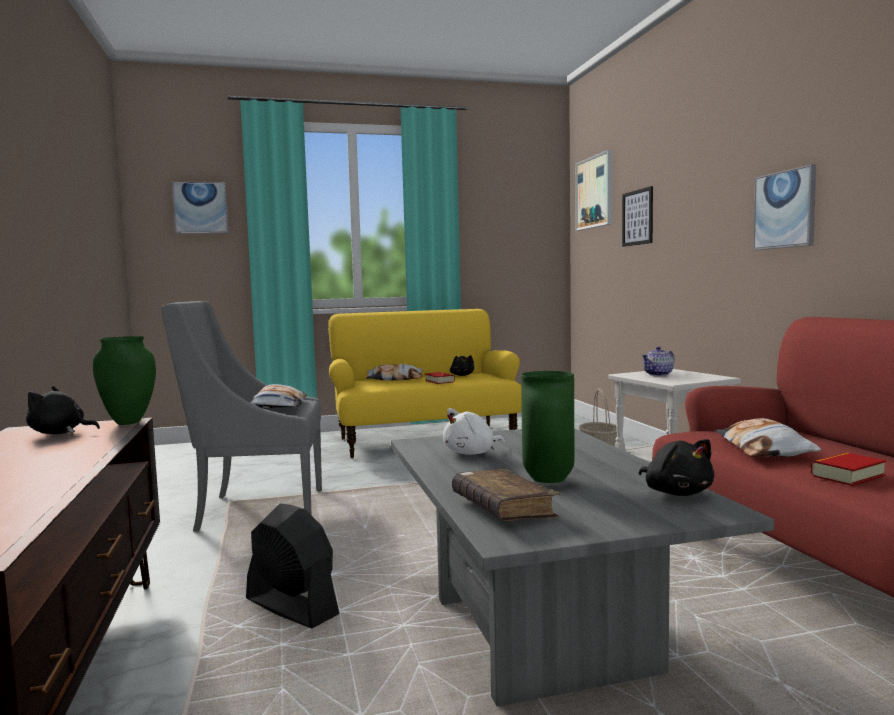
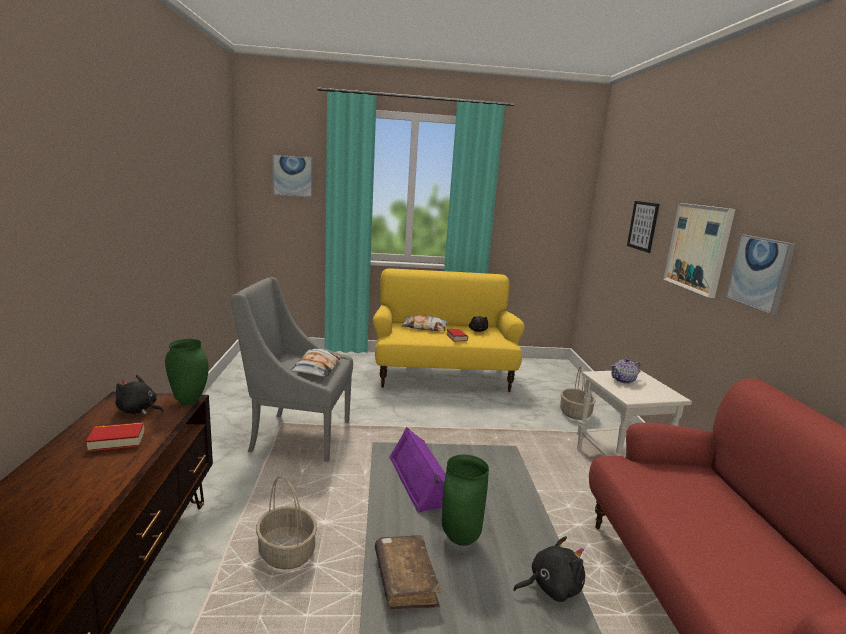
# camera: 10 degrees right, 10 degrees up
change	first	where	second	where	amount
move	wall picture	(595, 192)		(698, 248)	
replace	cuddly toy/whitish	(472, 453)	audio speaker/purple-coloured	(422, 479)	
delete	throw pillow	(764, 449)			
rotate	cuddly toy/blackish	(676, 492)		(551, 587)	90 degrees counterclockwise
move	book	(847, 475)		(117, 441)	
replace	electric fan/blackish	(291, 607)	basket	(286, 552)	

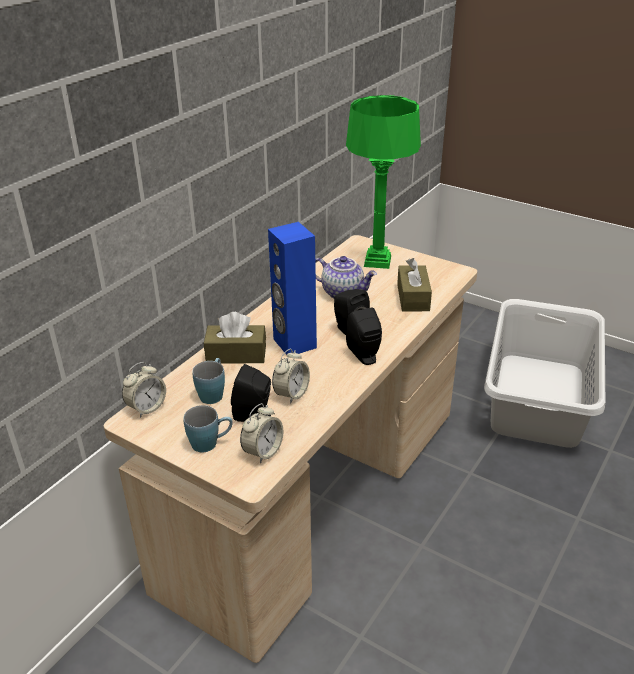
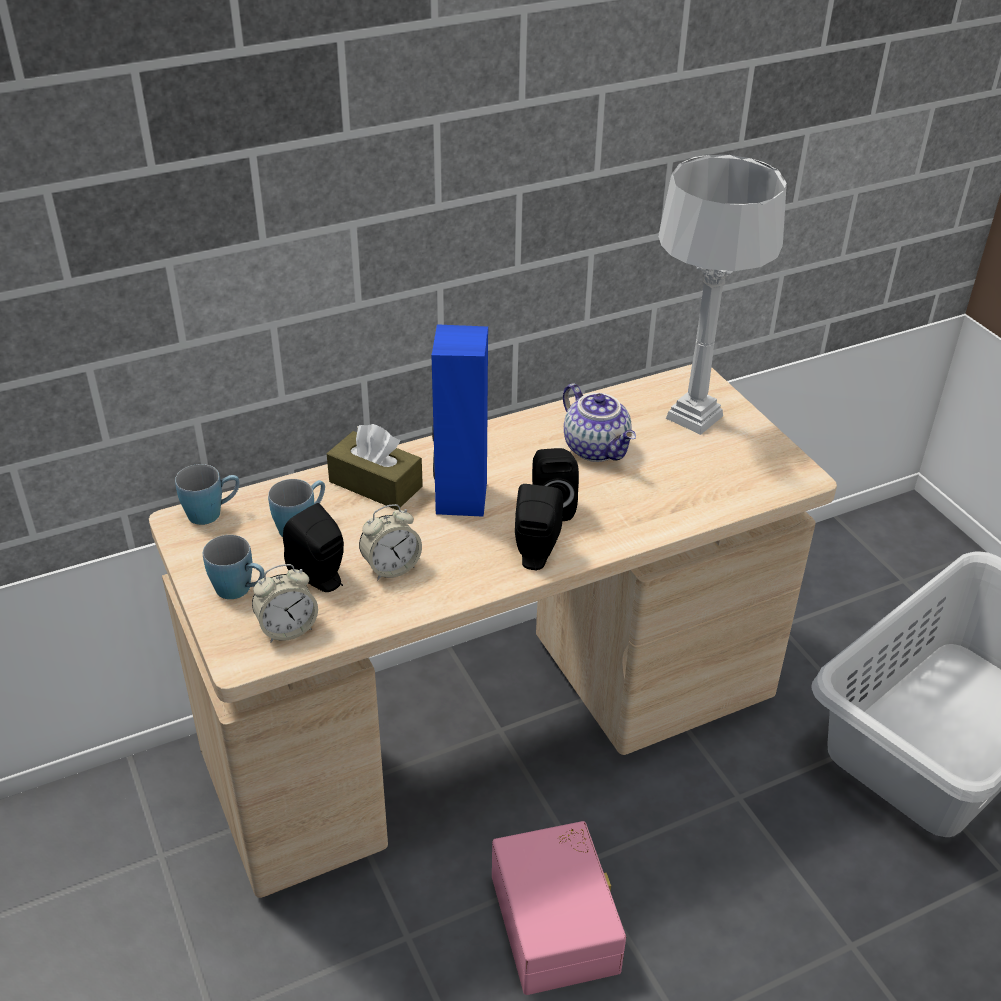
# camera: 30 degrees right, 5 degrees up
change	first	where	second	where	amount
recolor	tabletop lamp/greenish	(378, 261)	tabletop lamp/grey	(695, 417)	
delete	tissue holder/brown	(413, 297)			
replace	table clock	(146, 407)	mug/blue-coloured	(212, 512)	
insert			storage box/pinkish	(558, 921)	

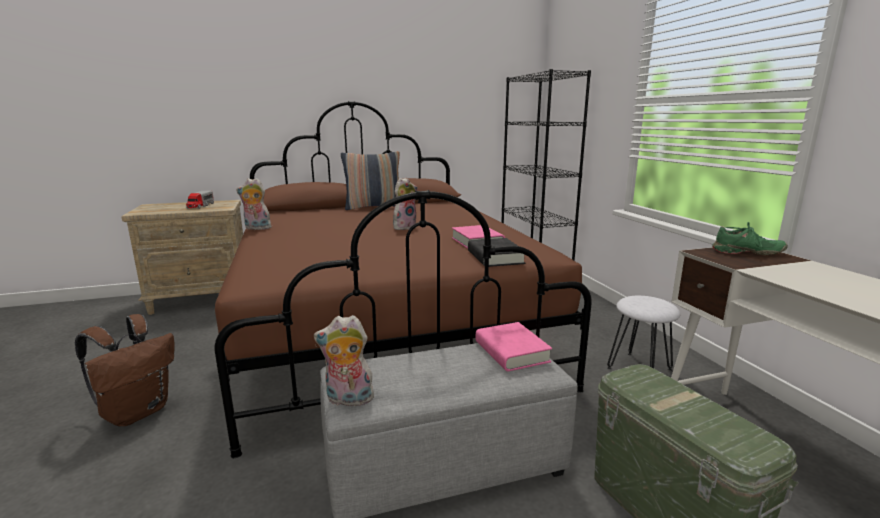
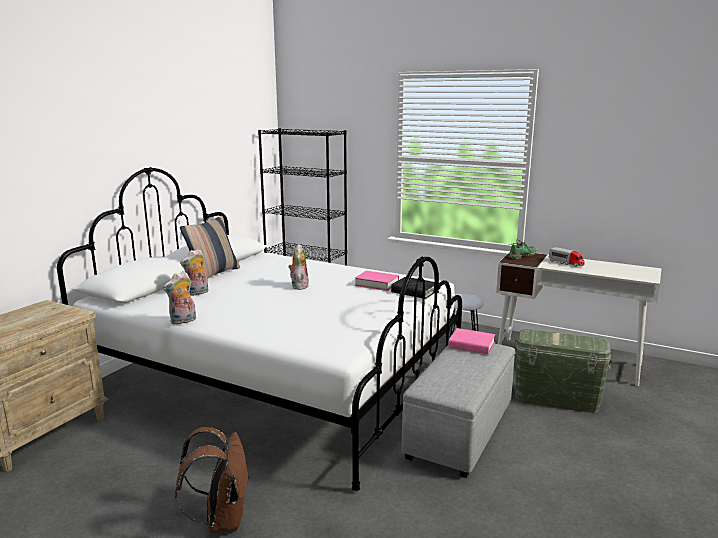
# camera: 45 degrees left, 0 degrees up
change	first	where	second	where	amount
recolor	sleeping bed/brown	(384, 325)	sleeping bed/whitish	(277, 379)	
move	model truck	(200, 206)		(566, 263)	
move	cuddly toy	(348, 400)		(197, 293)	

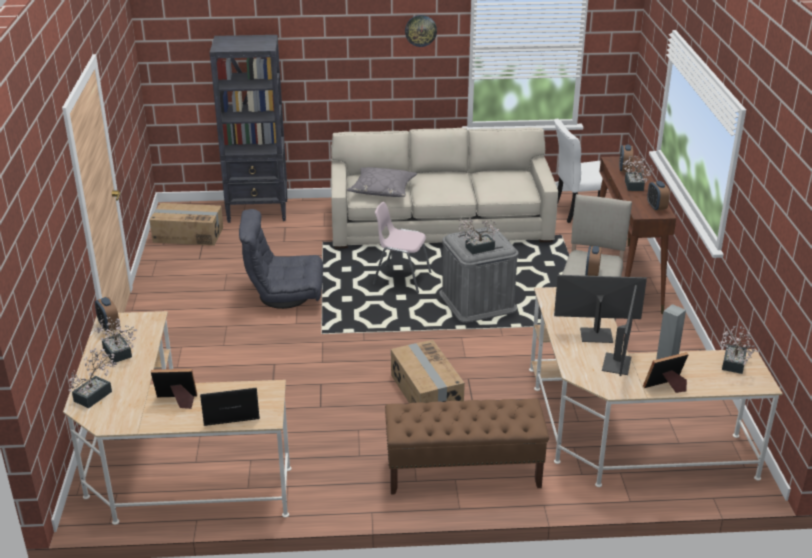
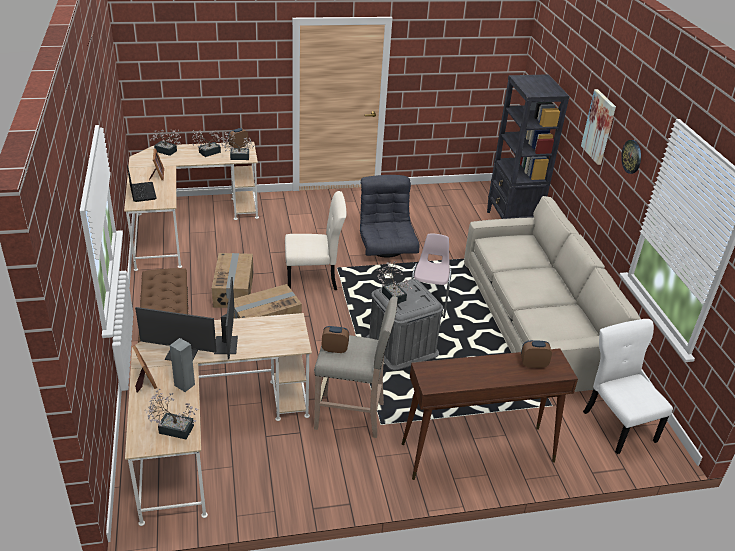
# camera: 80 degrees right, 5 degrees up
change	first	where	second	where	amount
move	potted plant	(634, 187)		(237, 157)	
delete	throw pillow/grey	(382, 189)			
delete	table clock	(656, 207)			
move	carton	(188, 235)		(234, 289)	
insert			wall picture	(599, 127)	
insert			chair/sand-coloured	(314, 279)	

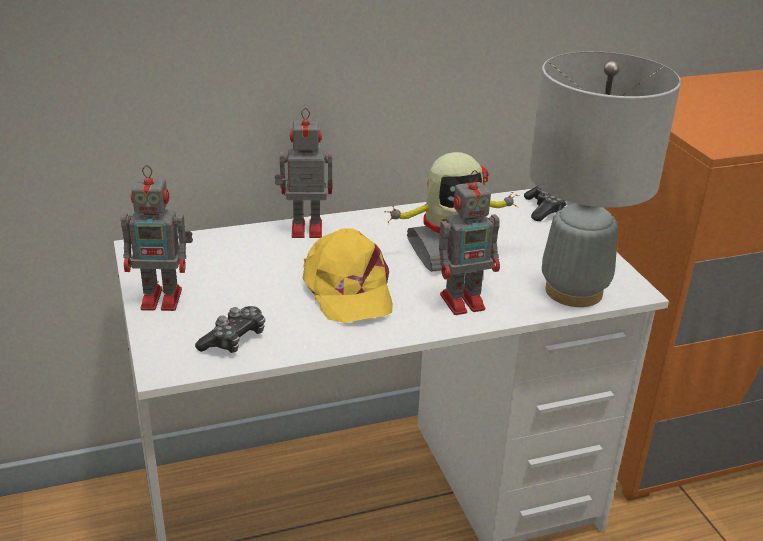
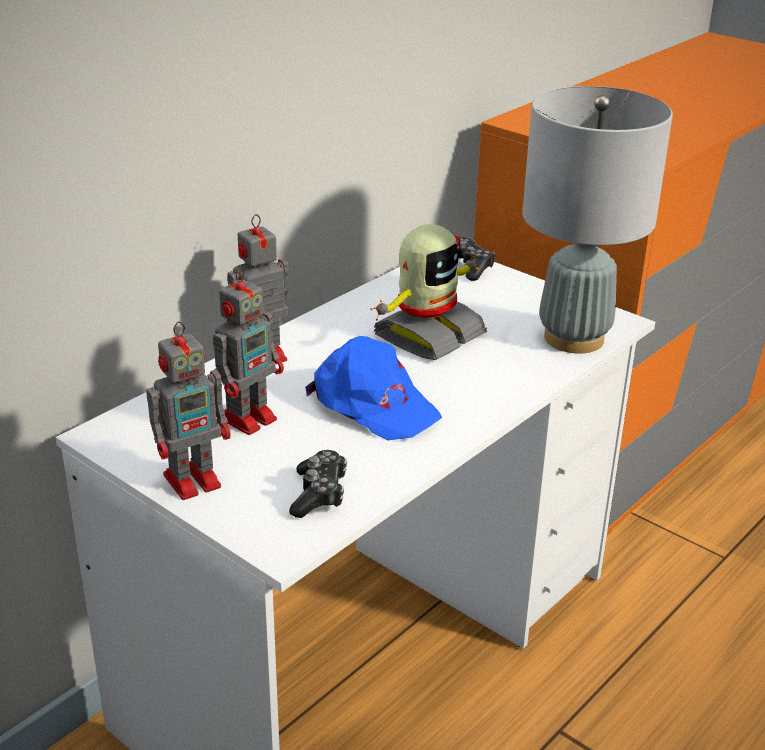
# camera: 30 degrees left, 0 degrees up
change	first	where	second	where	amount
move	model robot	(464, 301)		(249, 417)	
recolor	peaked cap/yellow	(347, 289)	peaked cap/blue-coloured	(373, 404)	

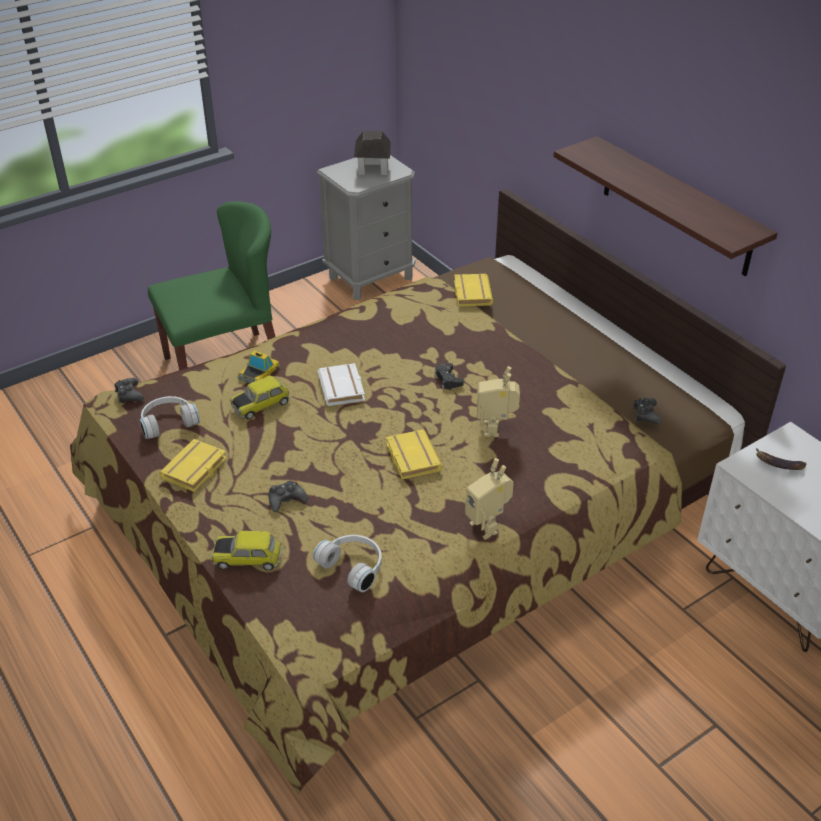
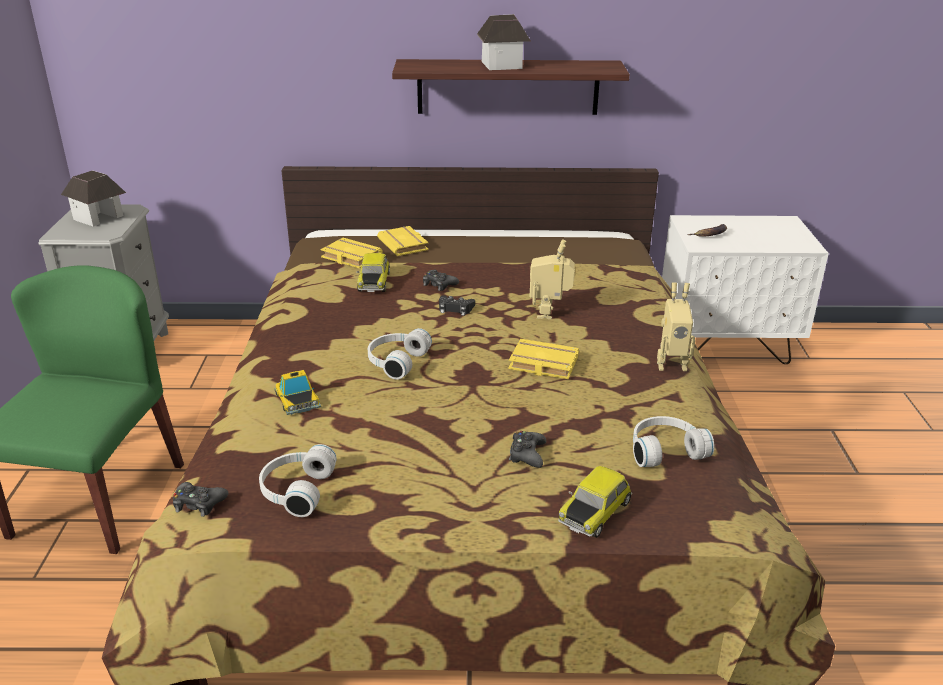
# camera: 55 degrees left, 10 degrees down
change	first	where	second	where	amount
replace	book/whitish	(343, 389)	headphones/whitish	(395, 361)	
rotate	model robot	(496, 429)		(550, 313)	60 degrees clockwise
move	toy car	(260, 404)		(373, 282)	
move	gamepad/blackish	(645, 414)		(439, 284)	
move	book/yellow	(195, 470)		(405, 245)	
insert			toy house	(502, 65)	

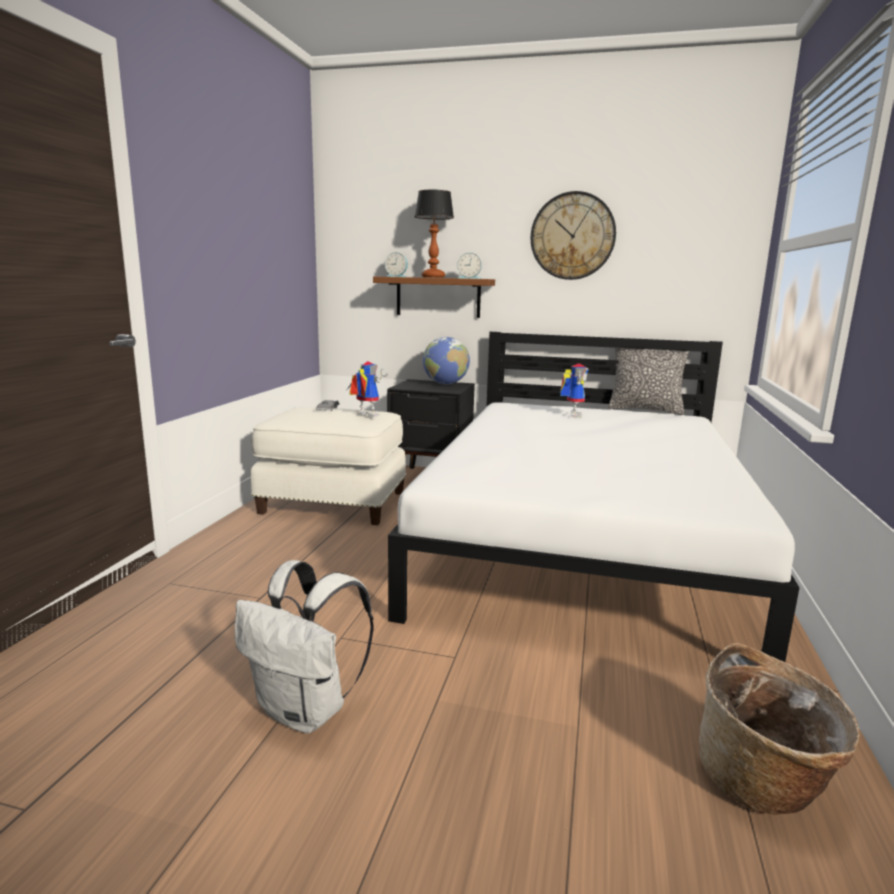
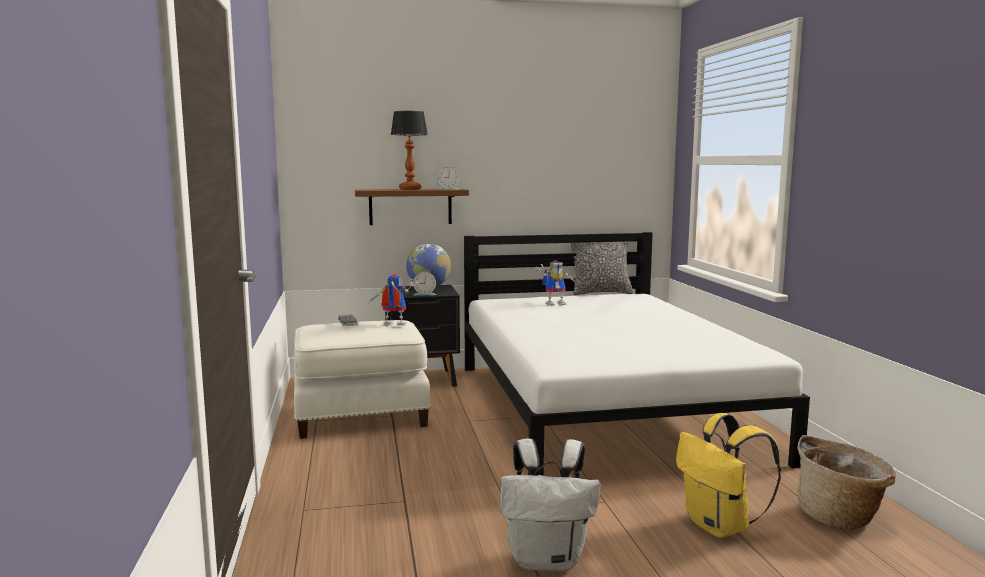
# camera: 25 degrees left, 5 degrees down
change	first	where	second	where	amount
delete	wall clock	(572, 236)			
move	table clock	(397, 276)		(424, 294)	
rotate	model robot	(571, 415)		(556, 303)	90 degrees clockwise
insert			rucksack/yellow	(720, 527)	

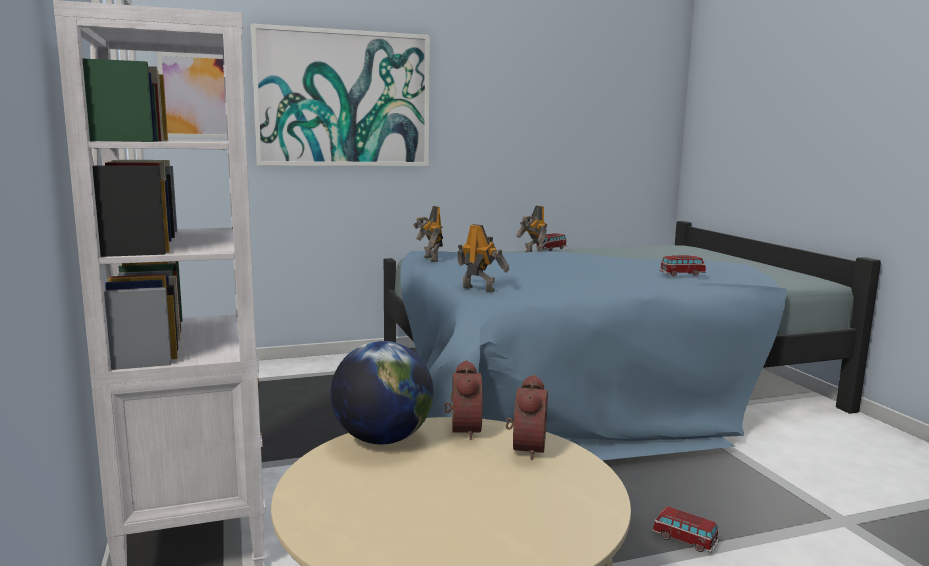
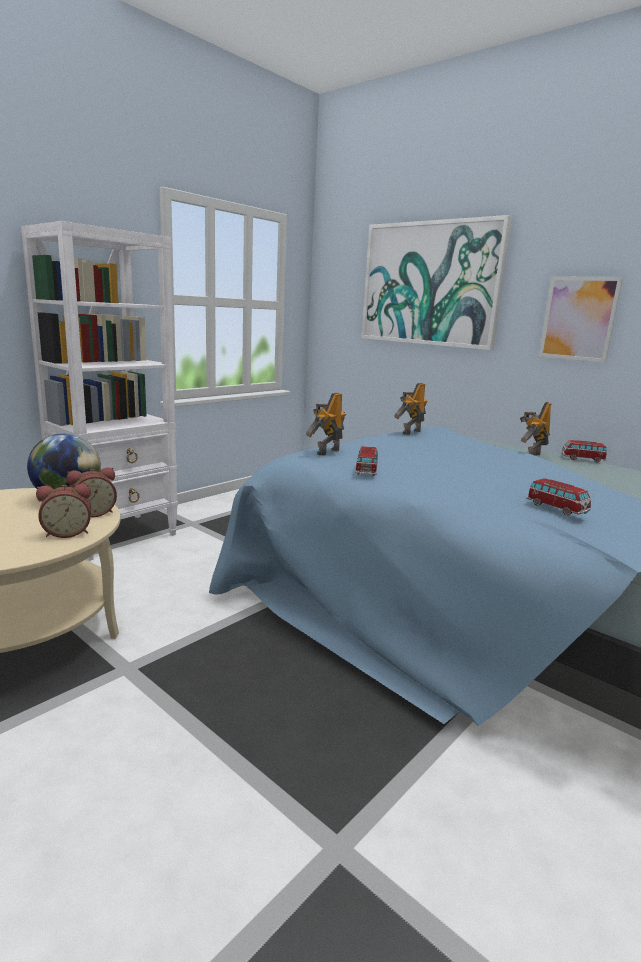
# camera: 60 degrees right, 5 degrees up
change	first	where	second	where	amount
move	wall picture	(196, 96)		(578, 319)	
rotate	model robot	(479, 289)		(327, 452)	150 degrees counterclockwise
move	toy car	(684, 540)		(366, 470)	

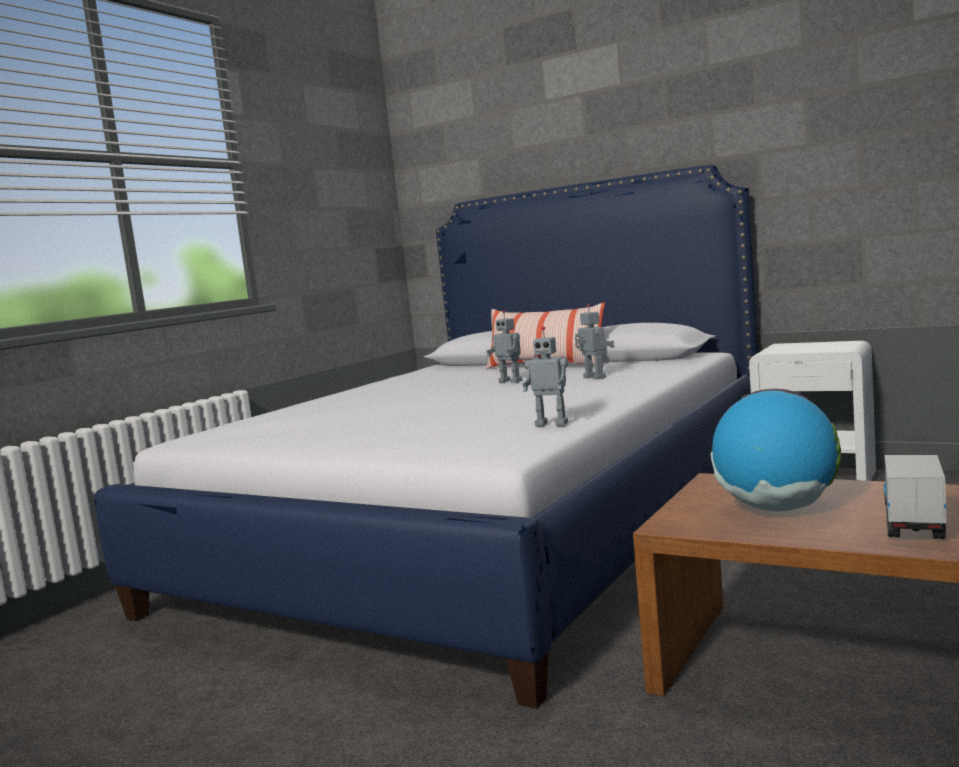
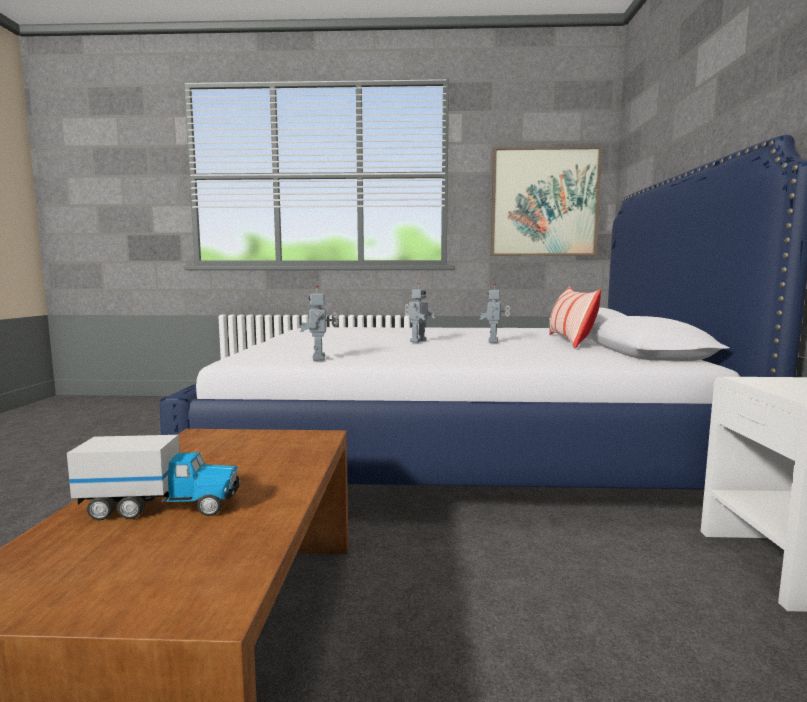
# camera: 60 degrees right, 0 degrees up
change	first	where	second	where	amount
move	model robot	(593, 377)		(417, 341)	
delete	world globe	(777, 509)			
insert			wall picture	(544, 202)	

